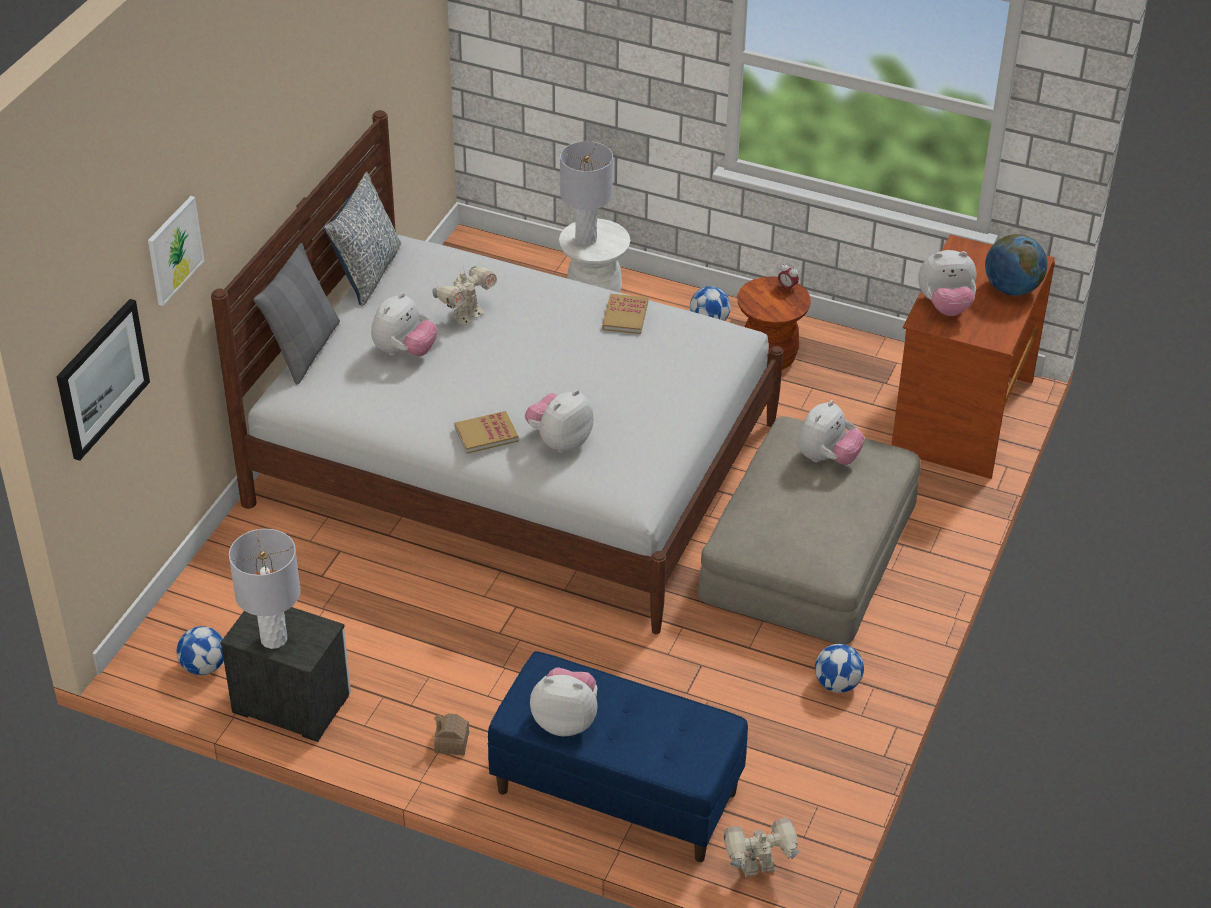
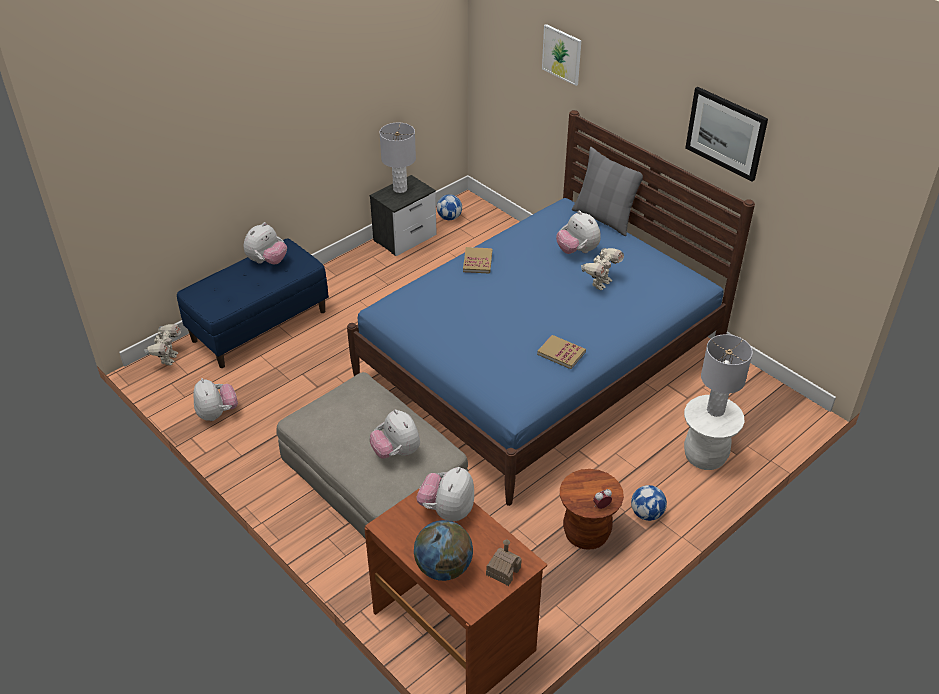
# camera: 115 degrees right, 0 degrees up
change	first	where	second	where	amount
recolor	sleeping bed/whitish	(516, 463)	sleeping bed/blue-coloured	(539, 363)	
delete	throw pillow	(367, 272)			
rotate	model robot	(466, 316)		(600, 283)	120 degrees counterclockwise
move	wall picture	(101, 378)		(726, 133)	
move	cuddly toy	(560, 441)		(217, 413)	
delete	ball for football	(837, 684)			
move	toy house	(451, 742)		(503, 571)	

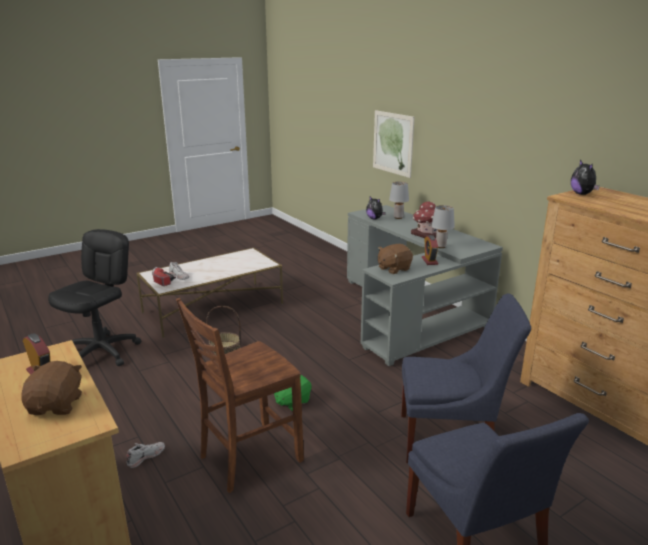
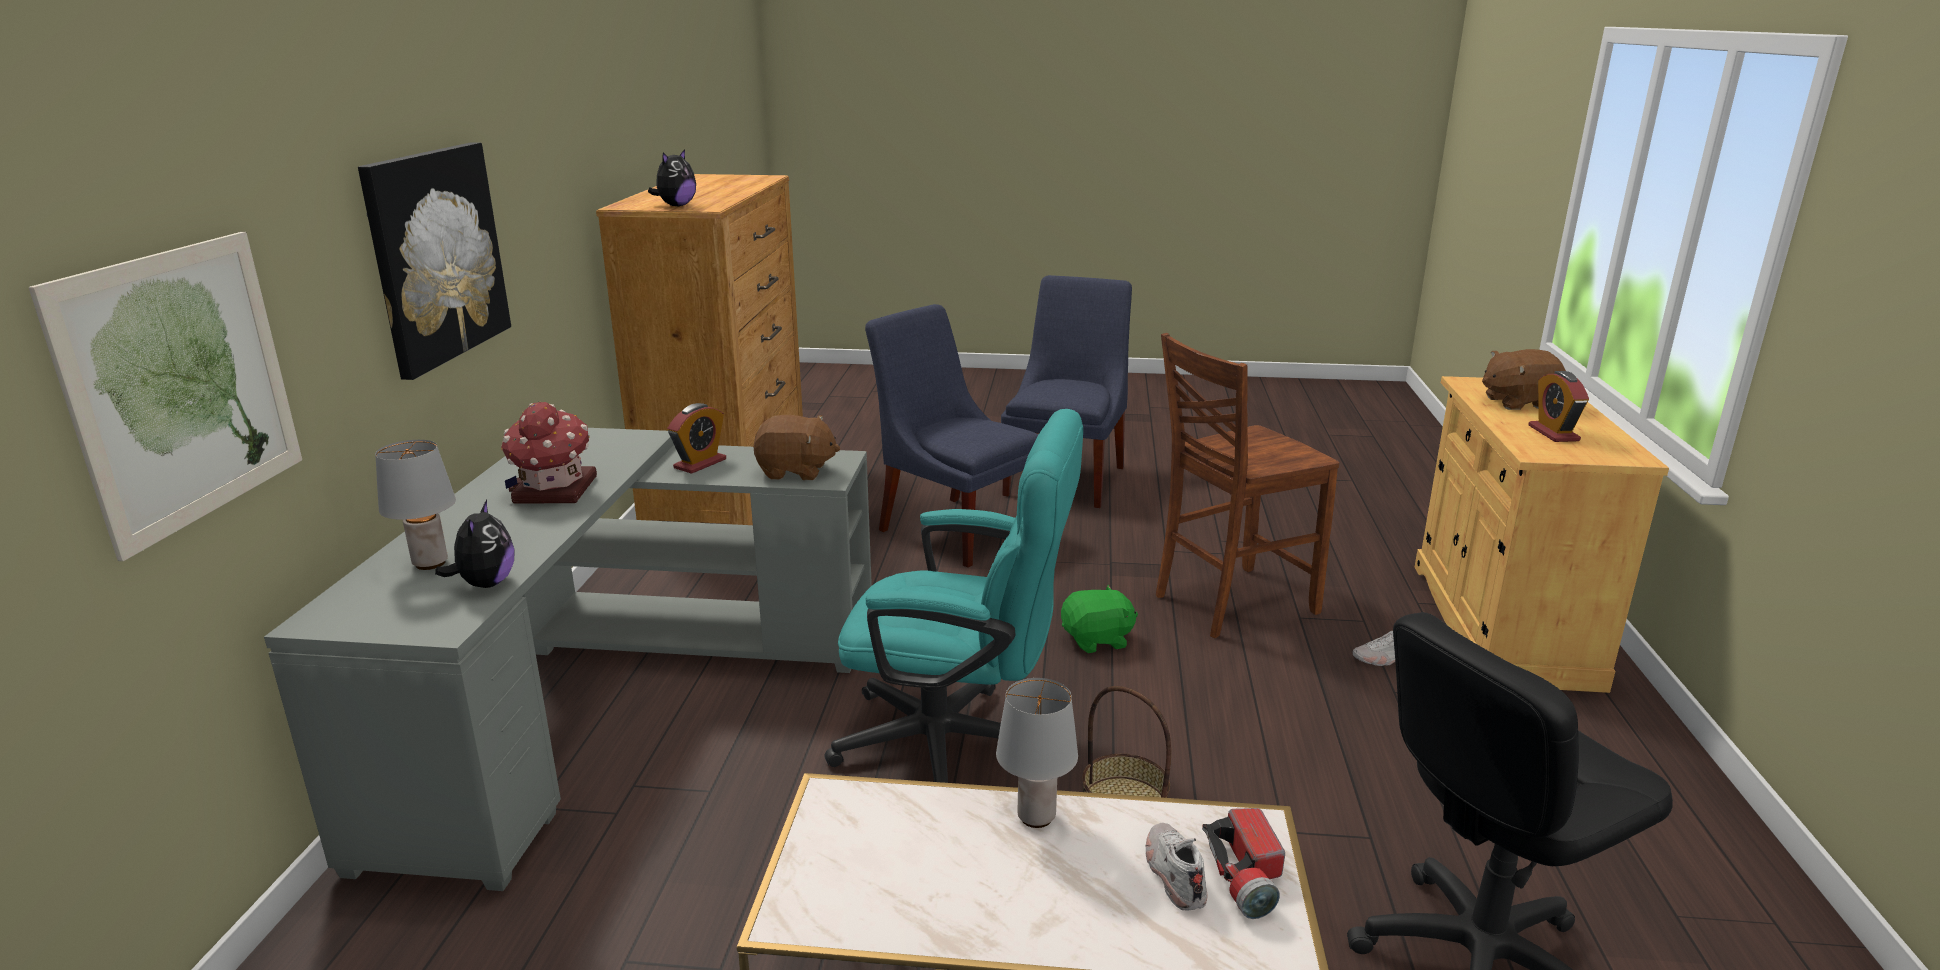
# camera: 140 degrees left, 0 degrees up
change	first	where	second	where	amount
move	tabletop lamp/grey	(440, 246)		(1036, 818)	
rotate	chair/brown	(248, 458)		(1230, 603)	150 degrees clockwise
rotate	cuddly toy/brown	(57, 405)		(1518, 402)	45 degrees clockwise
insert			wall picture	(435, 255)	
insert			office chair/turquoise-coloured	(958, 745)	

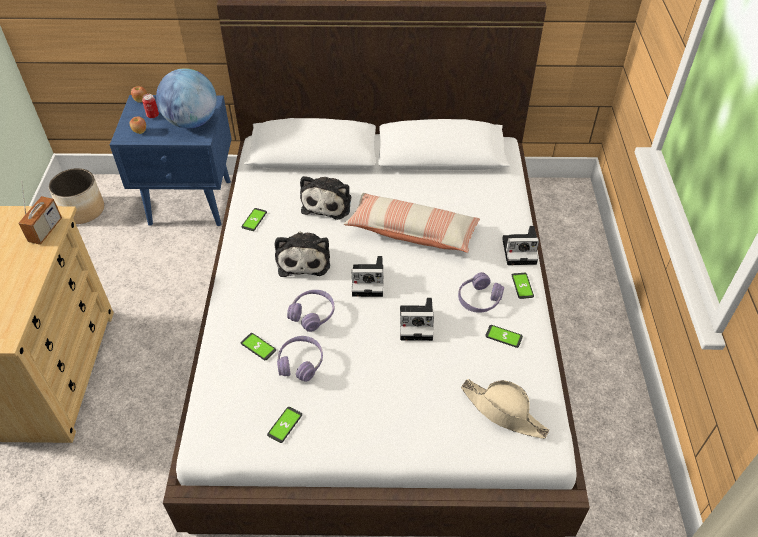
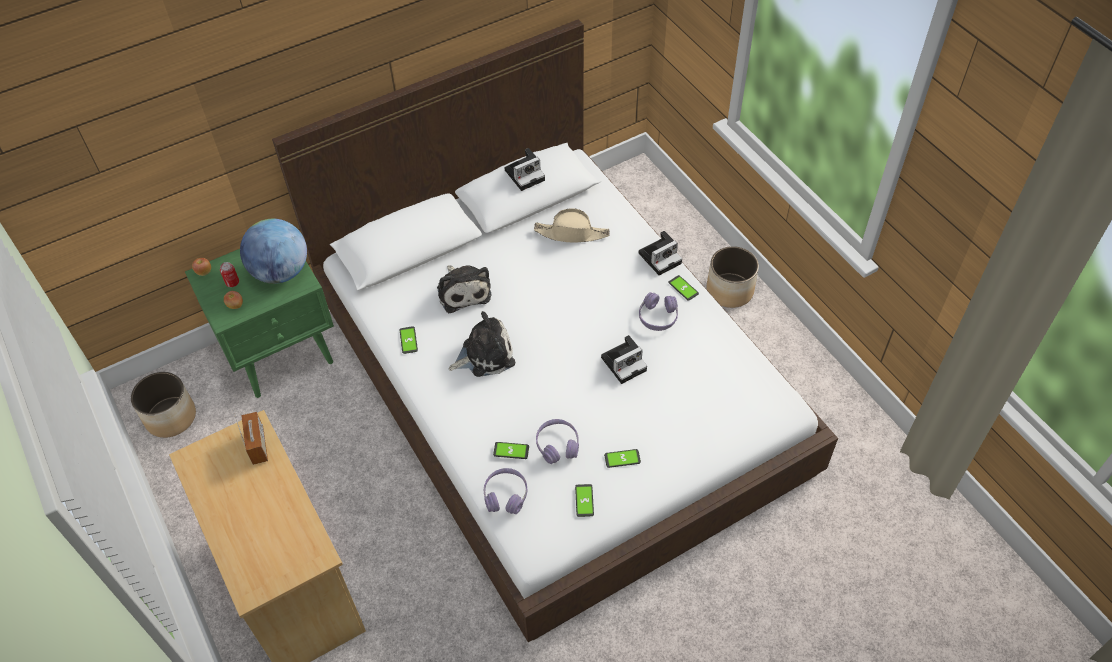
# camera: 30 degrees left, 5 degrees up
change	first	where	second	where	amount
recolor	bedside table/blue-coloured	(191, 202)	bedside table/greenish	(283, 353)	
delete	throw pillow	(412, 232)			
rotate	cuddly toy	(303, 259)		(485, 354)	75 degrees counterclockwise
move	photo camera	(369, 281)		(525, 174)	
move	headphones/purple-coloured	(312, 314)		(505, 495)	
move	phone	(503, 336)		(622, 459)	
move	wearable hat/sand-coloured	(504, 412)		(572, 233)	
insert			planter	(730, 290)	

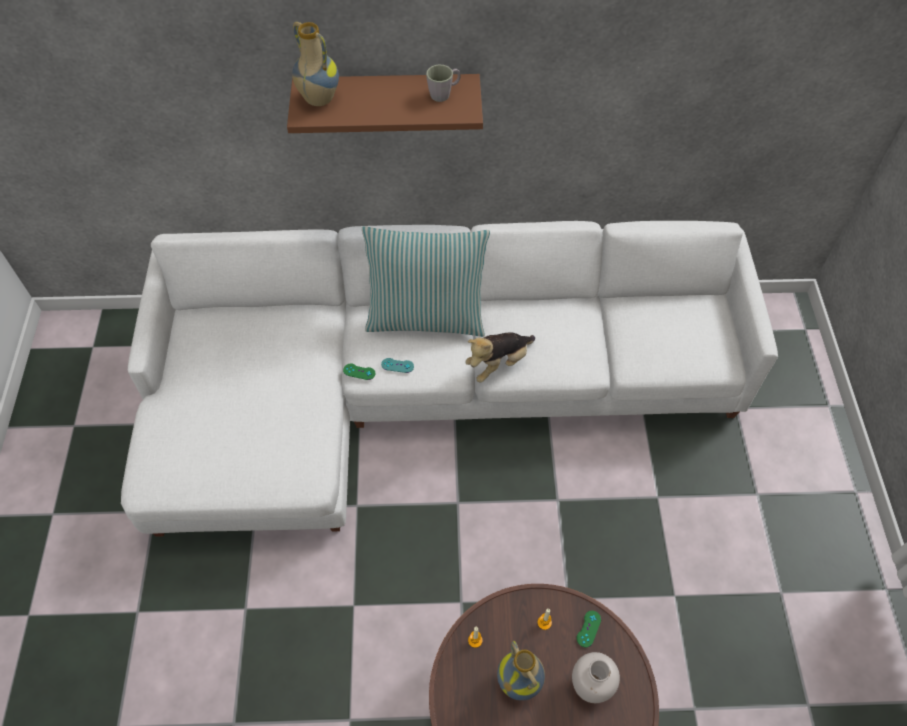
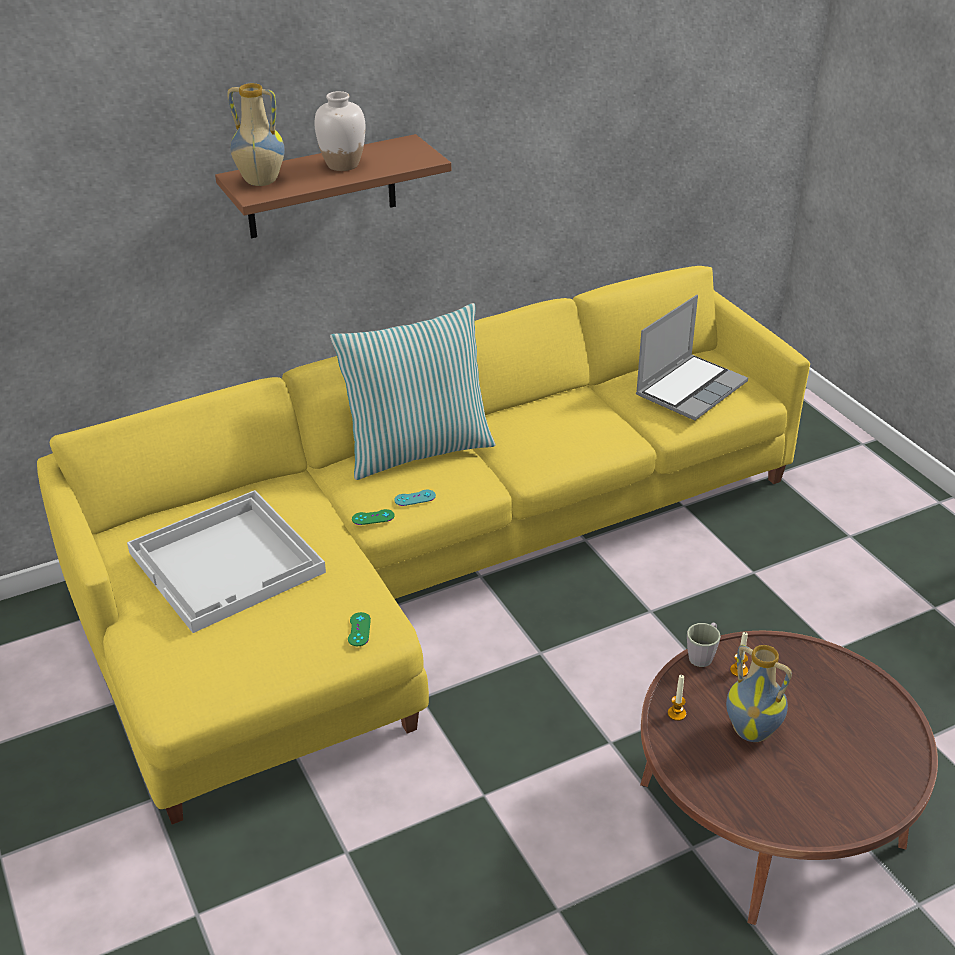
# camera: 25 degrees left, 20 degrees down
change	first	where	second	where	amount
move	mug/grey	(444, 93)		(703, 655)	
recolor	sofa/whitish	(419, 389)	sofa/yellow	(421, 565)	
delete	cuddly toy	(498, 363)			
move	gamepad/greenish	(588, 629)		(359, 629)	
move	vase/whitish	(590, 686)		(342, 165)	
insert			notebook computer	(690, 388)	
insert			tray/whitish	(228, 563)	

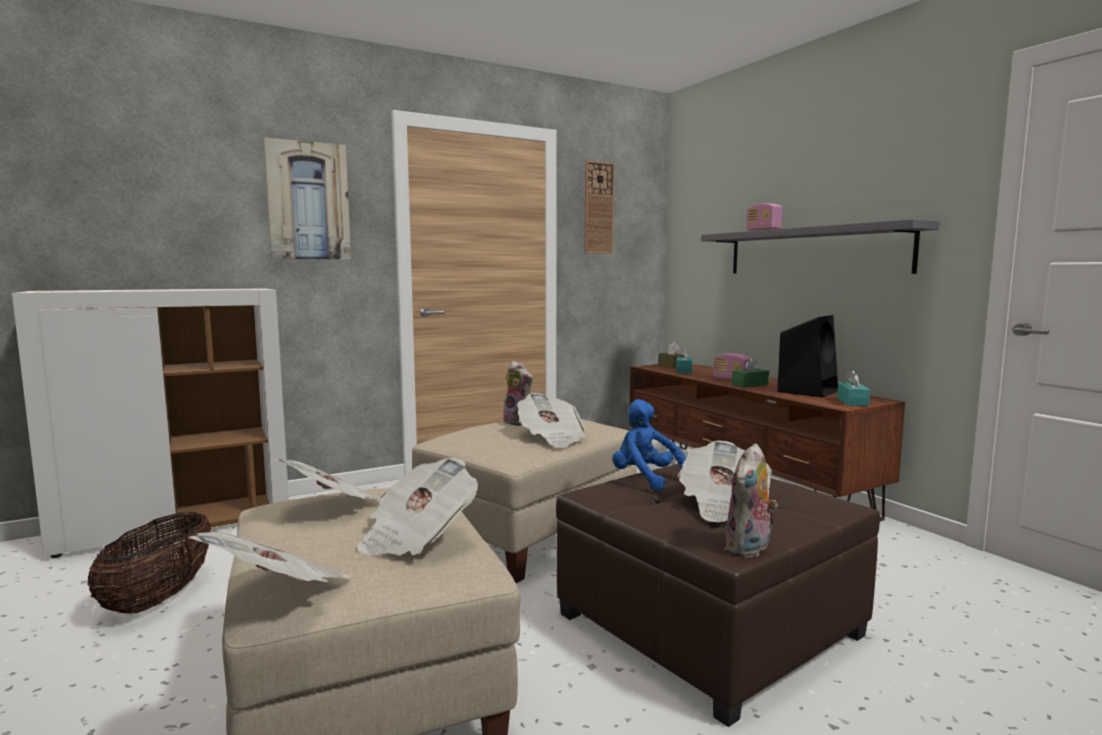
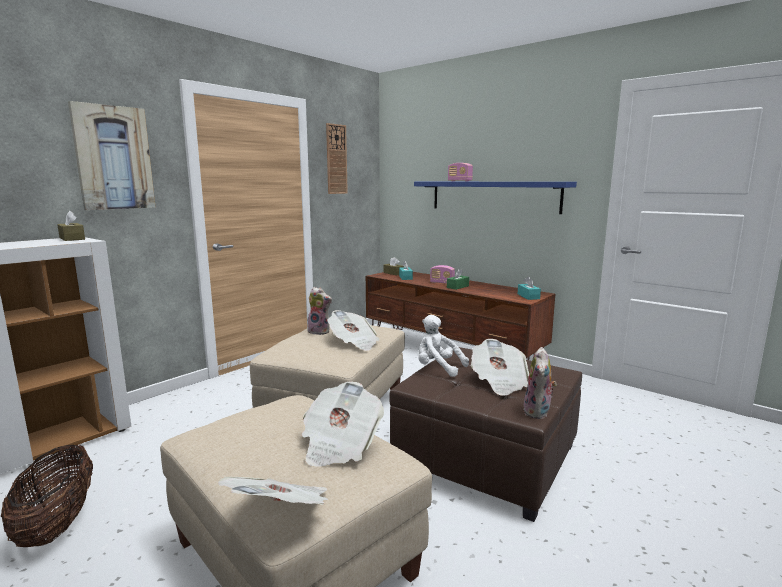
# camera: 20 degrees left, 5 degrees up
change	first	where	second	where	amount
recolor	wall shelf/grey	(813, 251)	wall shelf/blue-coloured	(493, 196)	
delete	audio speaker/blackish	(807, 391)			
recolor	cuddly toy/blue-coloured	(646, 479)	cuddly toy/whitish	(438, 368)	
delete	newspaper	(333, 507)			
insert			tissue holder/brown	(72, 238)	

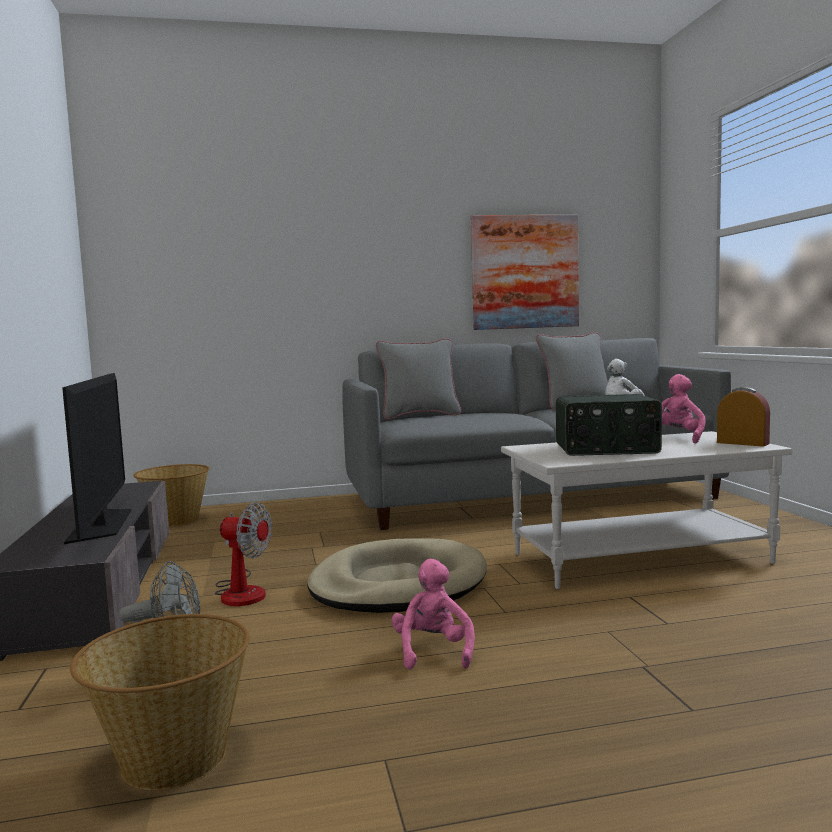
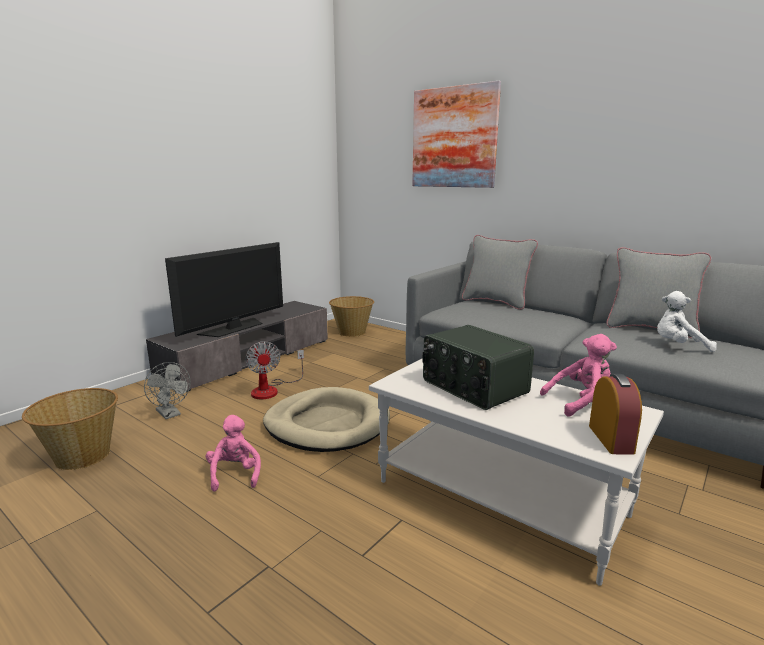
# camera: 50 degrees right, 10 degrees up
change	first	where	second	where	amount
move	wall picture	(525, 272)		(454, 138)	
rotate	cuddly toy/pinkish	(433, 651)		(235, 474)	60 degrees counterclockwise

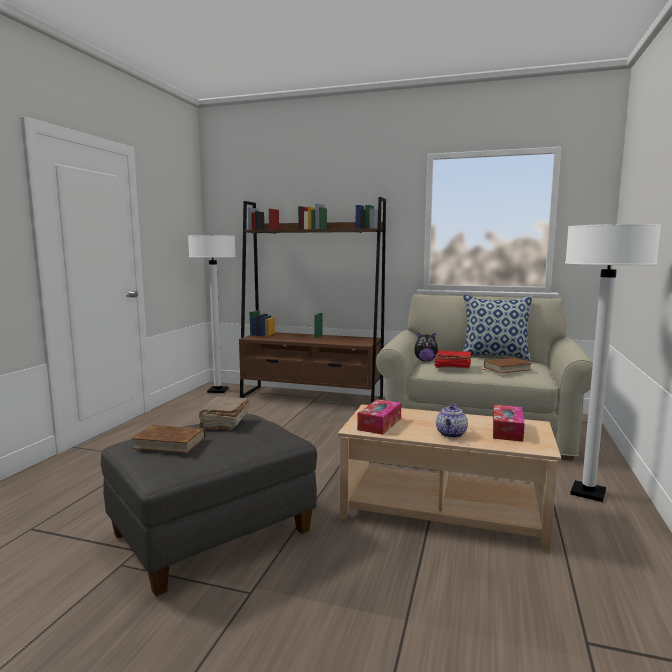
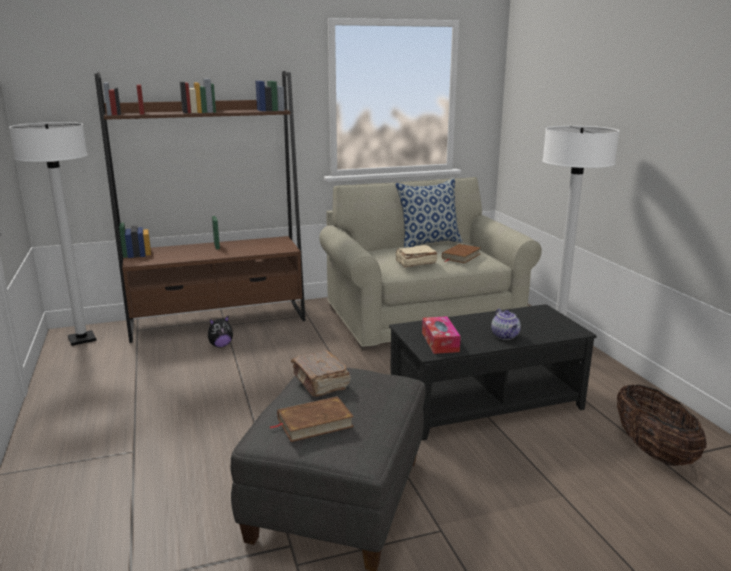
# camera: 35 degrees left, 10 degrees up
change	first	where	second	where	amount
move	cuddly toy	(425, 360)		(221, 345)	
recolor	book/reddish	(452, 366)	book/sand-coloured	(415, 263)	
recolor	coffee table/sand-coloured	(444, 509)	coffee table/blackish	(485, 401)	
delete	tissue holder	(507, 430)			
insert			basket	(652, 451)	

